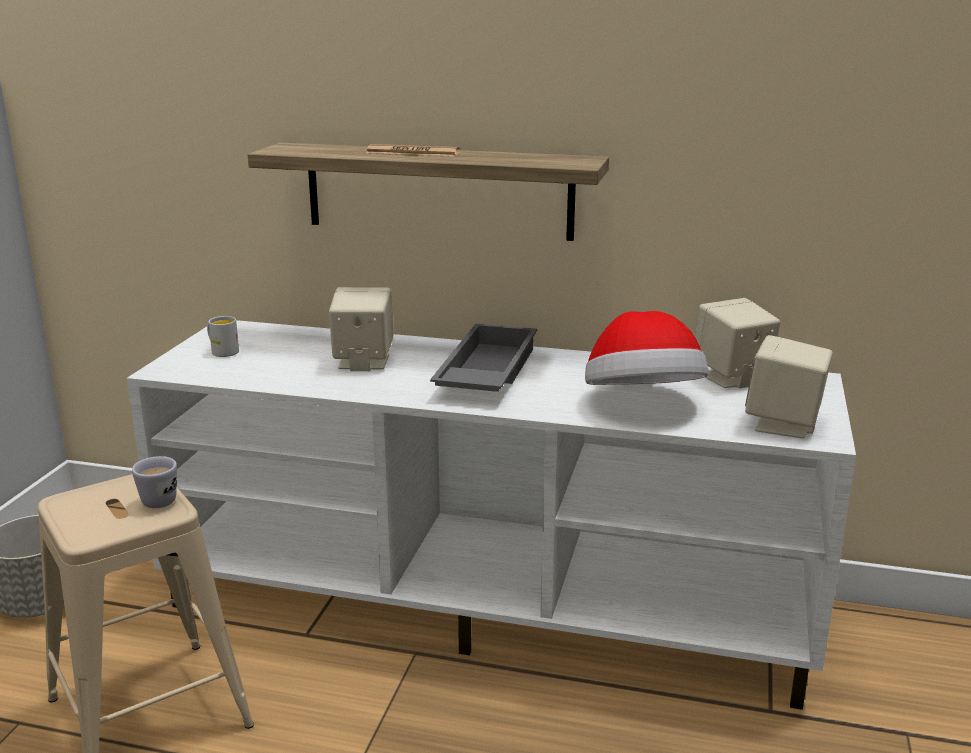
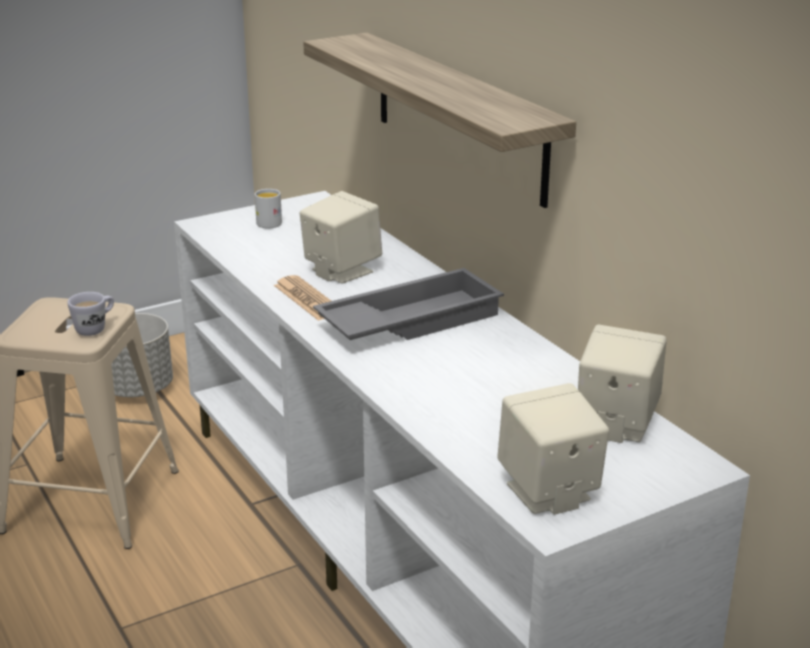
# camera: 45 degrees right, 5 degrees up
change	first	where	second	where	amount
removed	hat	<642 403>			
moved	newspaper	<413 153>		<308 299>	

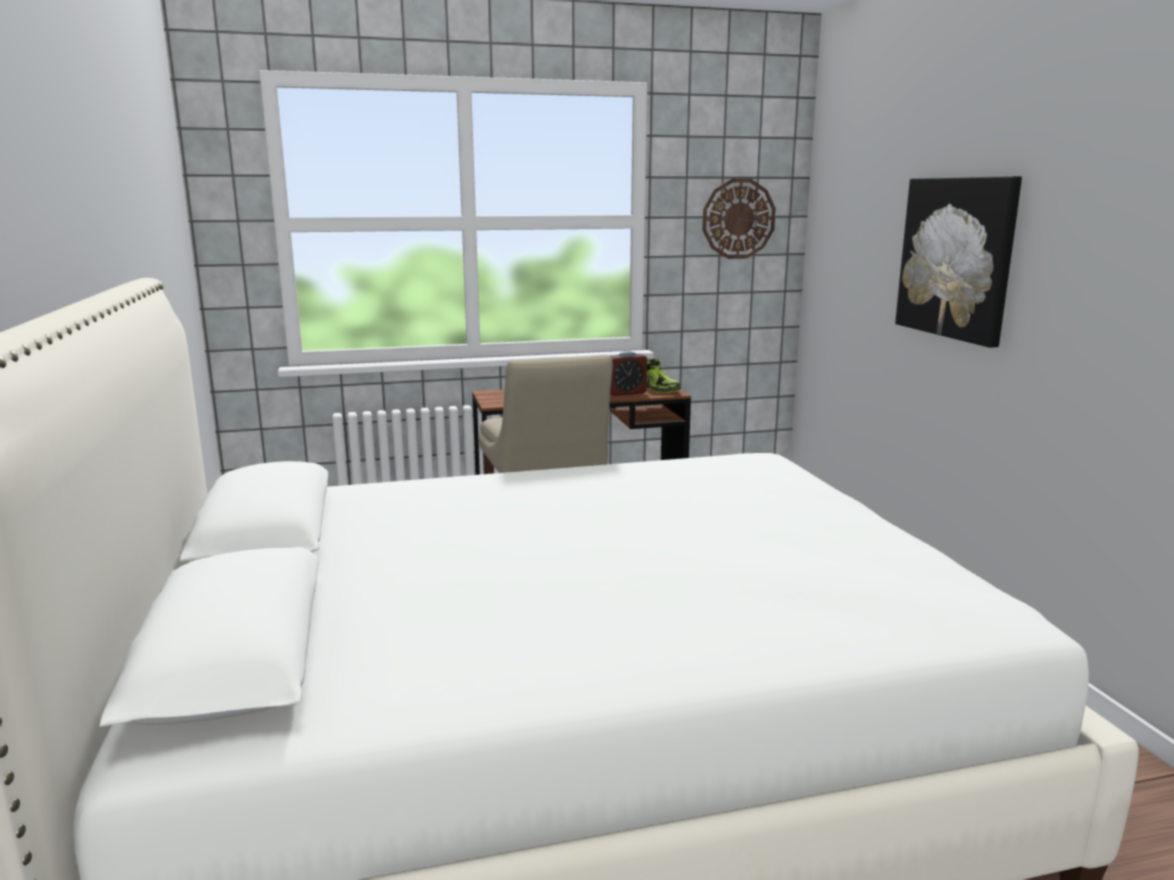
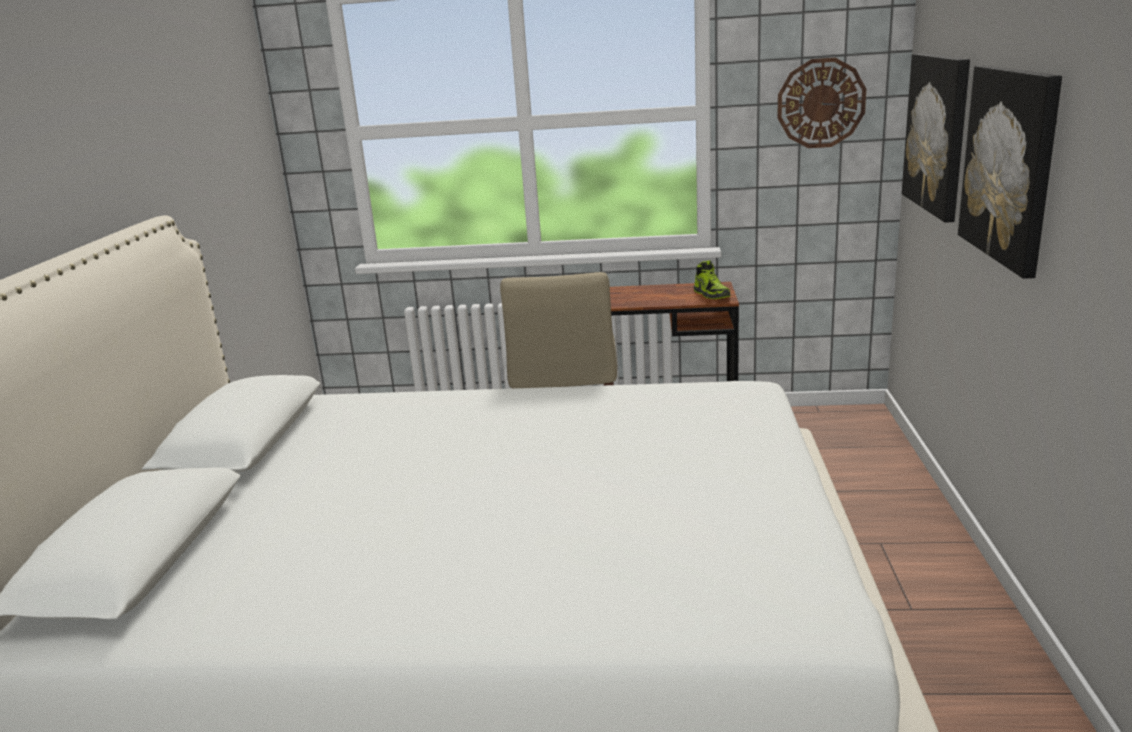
# camera: 20 degrees right, 5 degrees up
change	first	where	second	where	amount
removed	alarm clock	<625 393>			
added			picture	<937 133>	

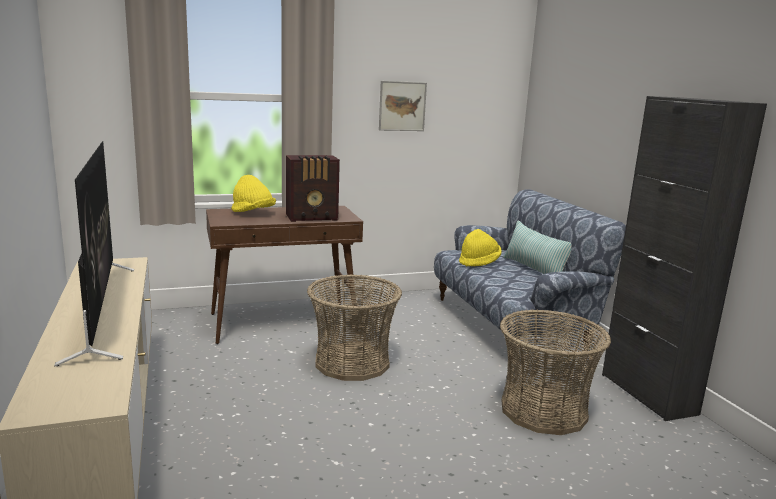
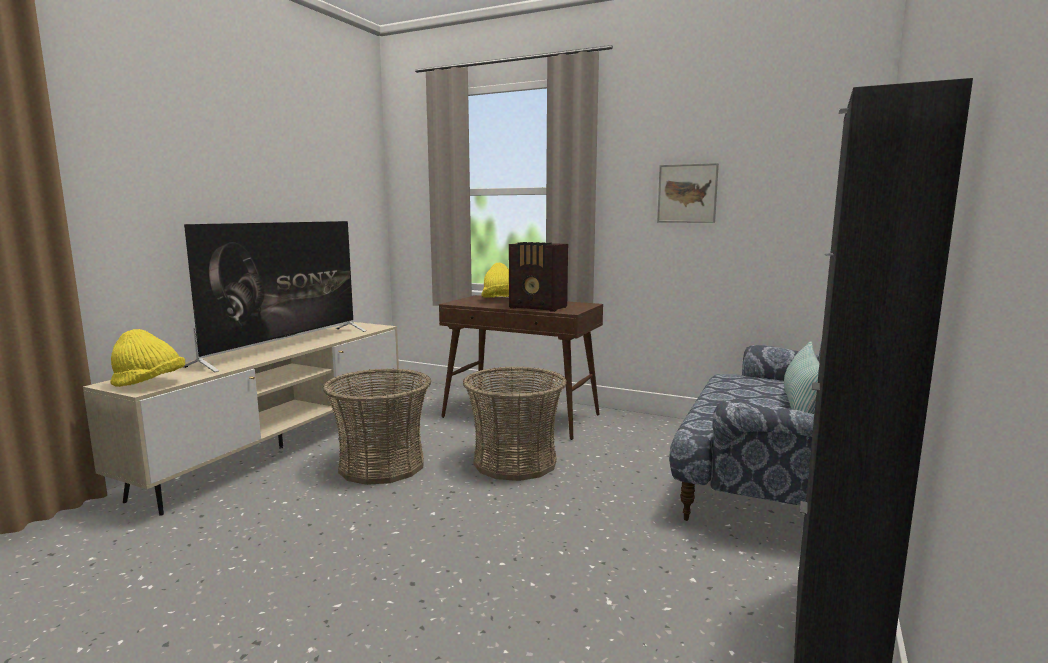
# camera: 45 degrees right, 5 degrees down
change	first	where	second	where	amount
moved	yellow hat	<479 262>		<149 384>	
moved	basket	<543 410>		<382 465>	

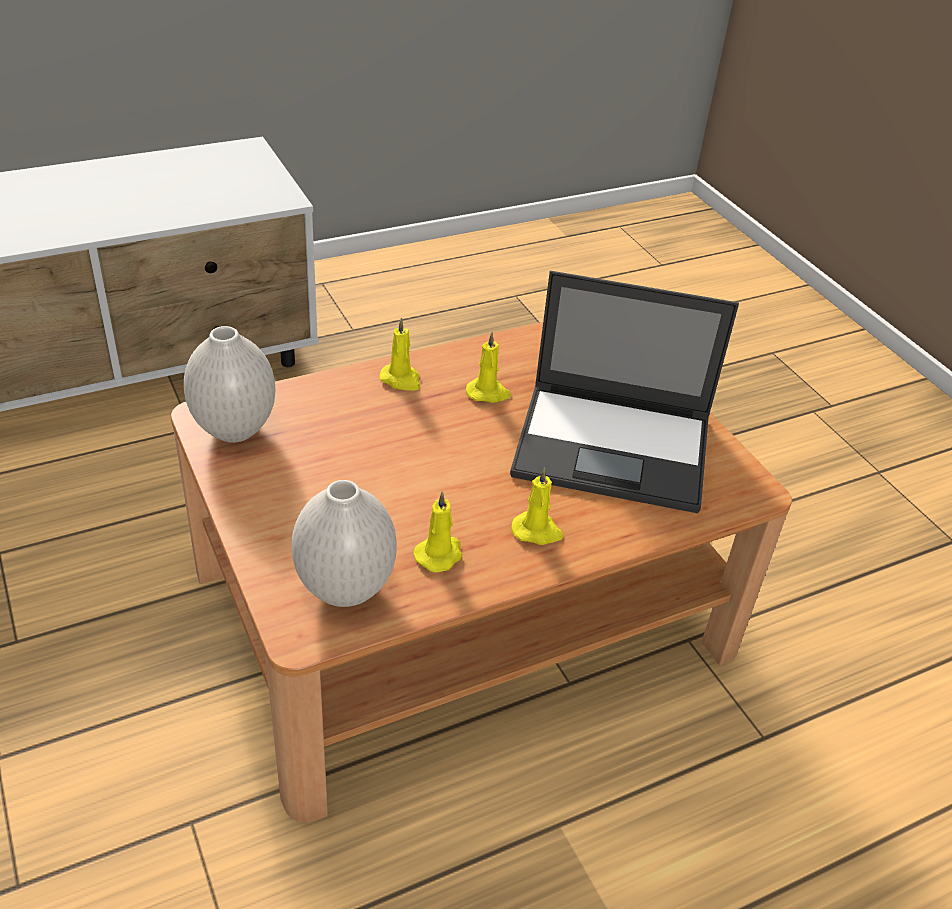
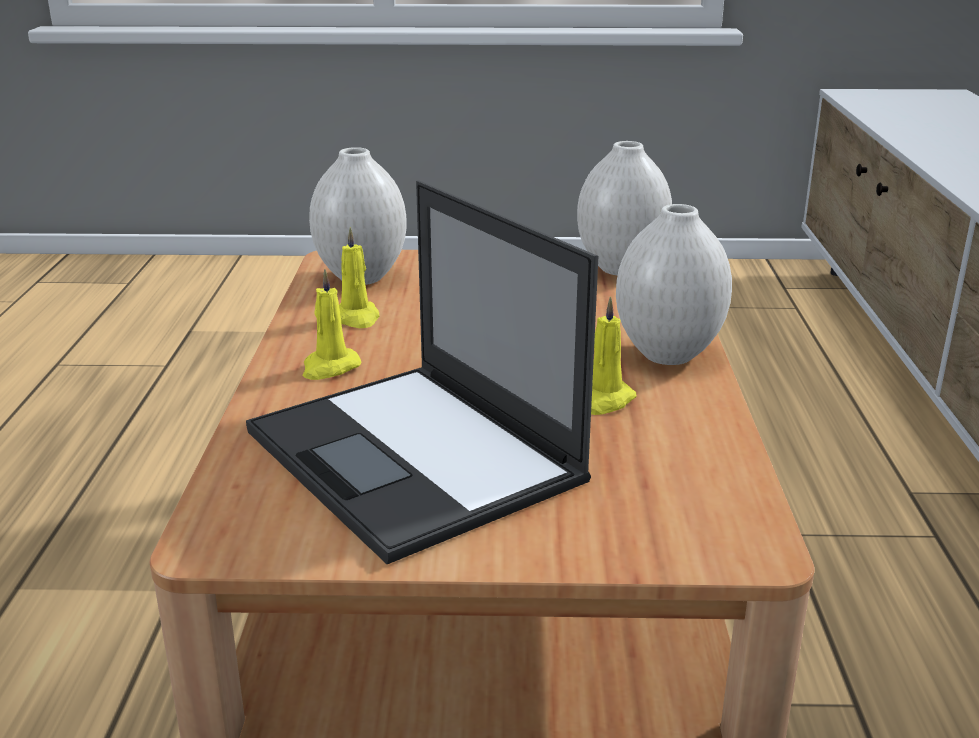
# camera: 120 degrees right, 15 degrees down
change	first	where	second	where	amount
replaced	yellow candle	<401 380>	white vase	<666 355>	
turned	laptop	<615 447>		<416 457>	75 degrees counterclockwise

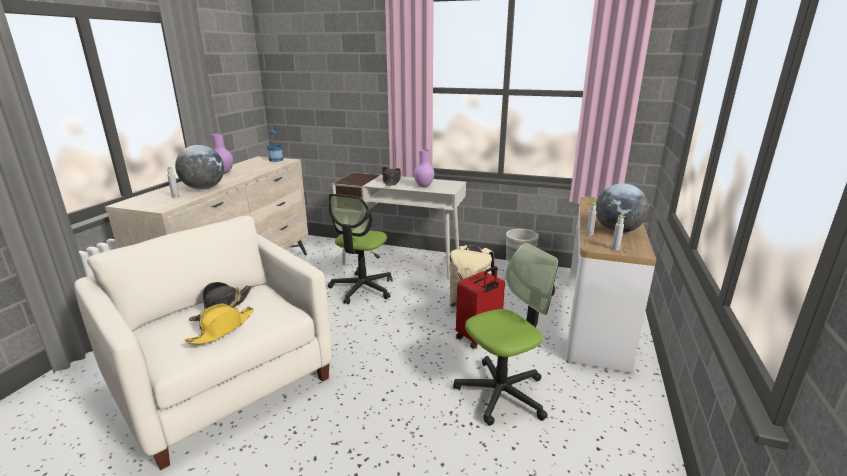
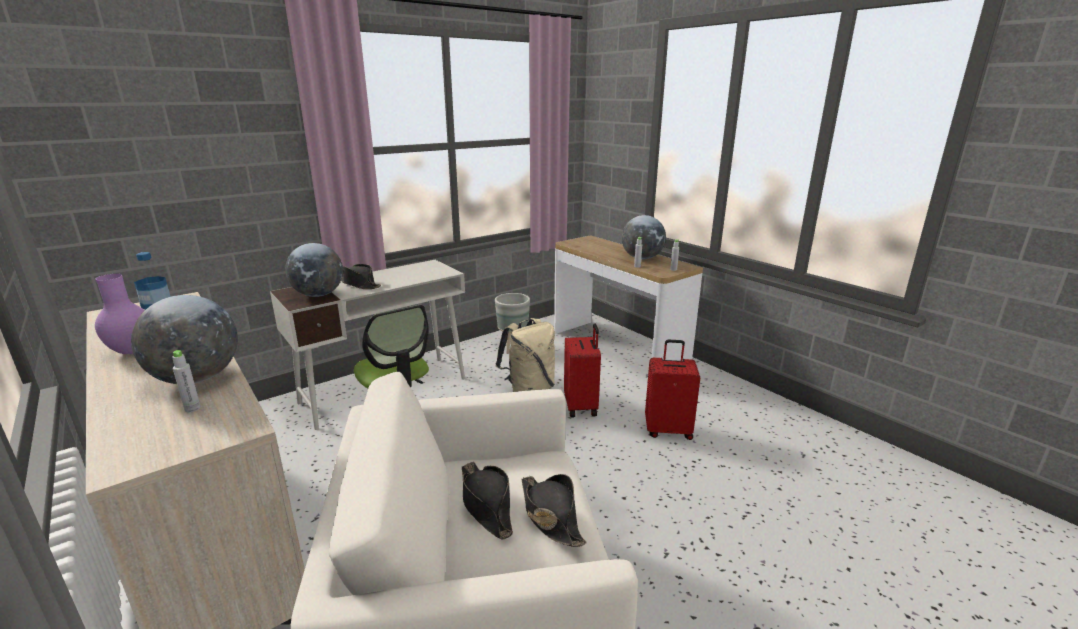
# camera: 55 degrees left, 0 degrees up
change	first	where	second	where	amount
removed	purple vase	<424 186>			
added			globe	<319 295>	
replaced	office chair	<502 393>	red suitcase	<668 430>	
recoloured	yellow hat	<222 329>	black hat	<550 515>	

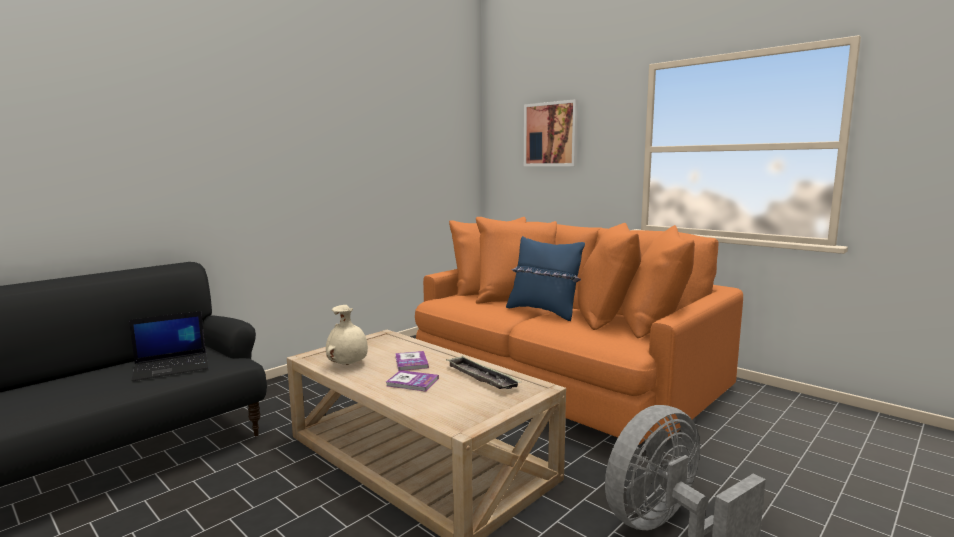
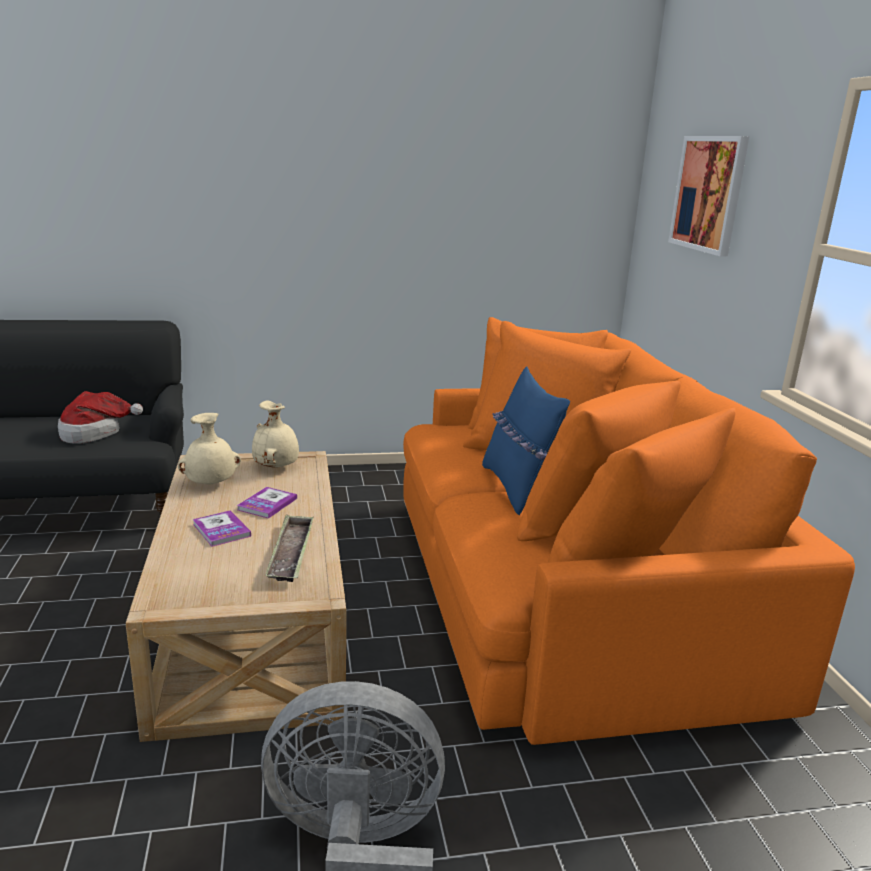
# camera: 35 degrees right, 10 degrees up
change	first	where	second	where	amount
added			beige vase	<277 467>	
replaced	laptop	<172 367>	hat	<95 433>	

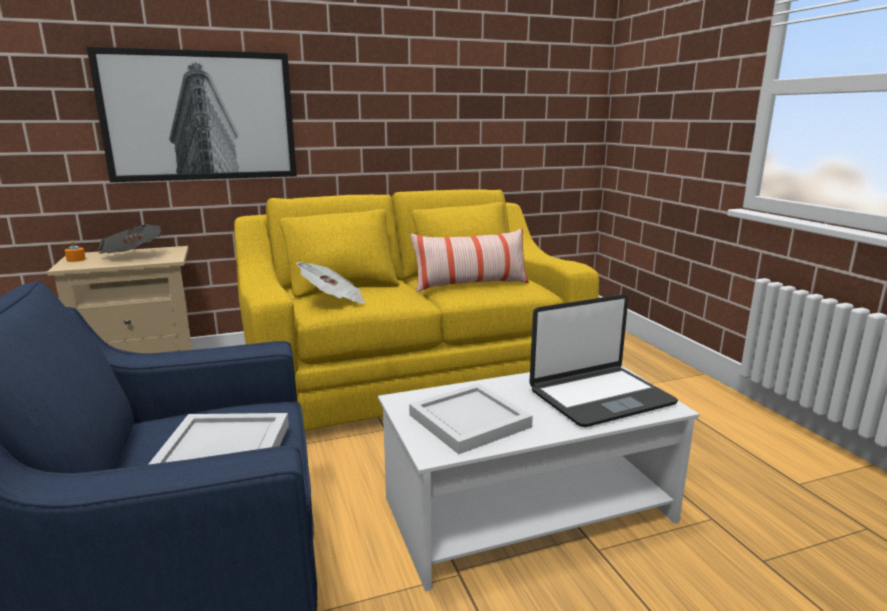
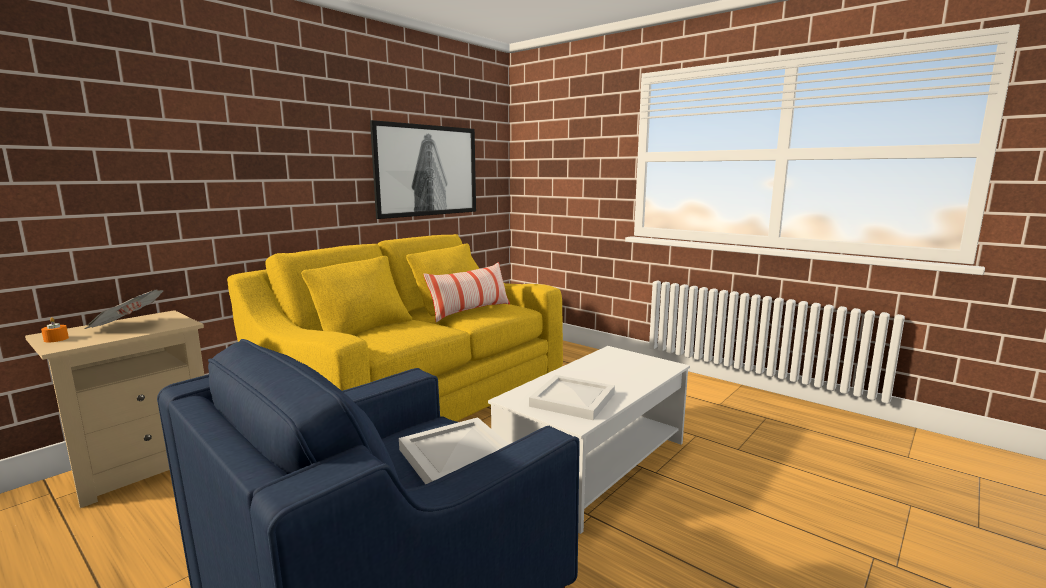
# camera: 30 degrees left, 5 degrees down
change	first	where	second	where	amount
removed	newspaper	<334 300>			
removed	laptop	<600 397>			
moved	picture	<200 116>		<427 170>	

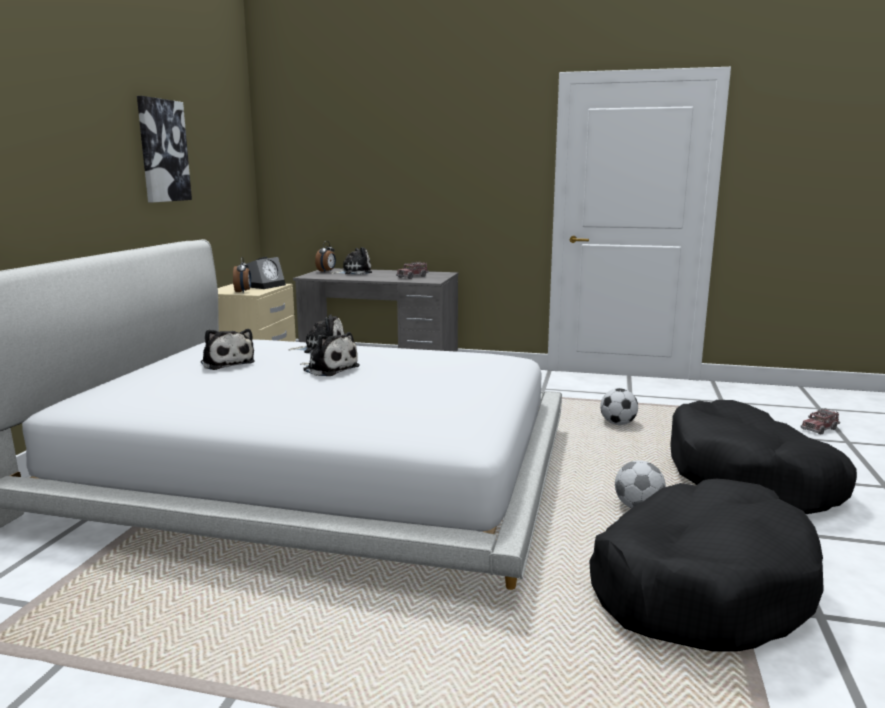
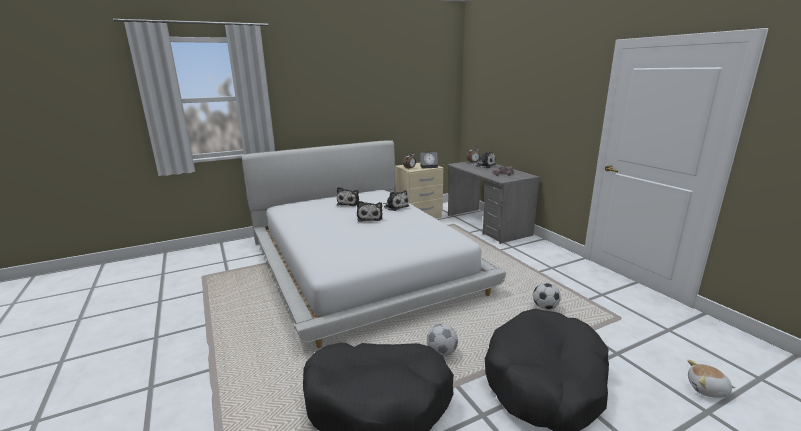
# camera: 50 degrees right, 5 degrees up
change	first	where	second	where	amount
removed	picture	<163 151>			
replaced	toy truck	<819 429>	plush toy	<707 389>	

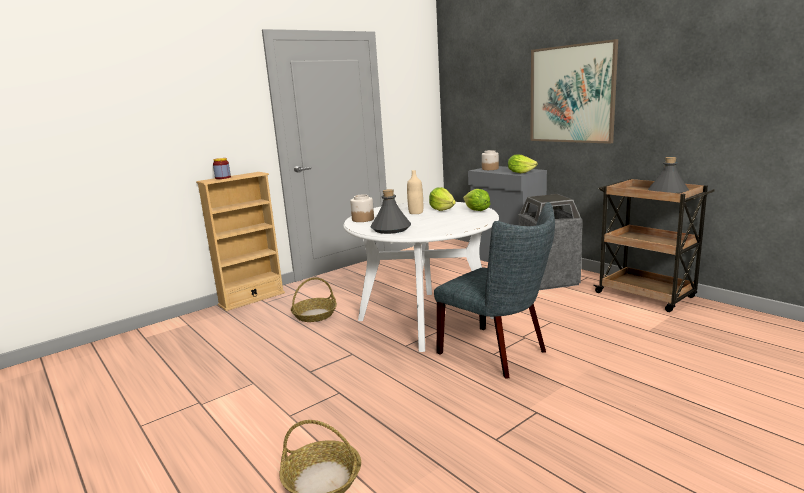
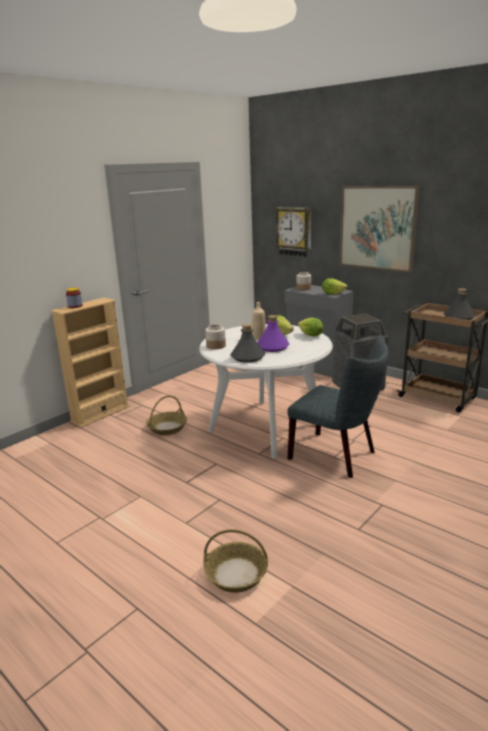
# camera: 10 degrees left, 5 degrees up
change	first	where	second	where	amount
added			purple bottle	<272 347>	
added			wall clock	<294 231>	

